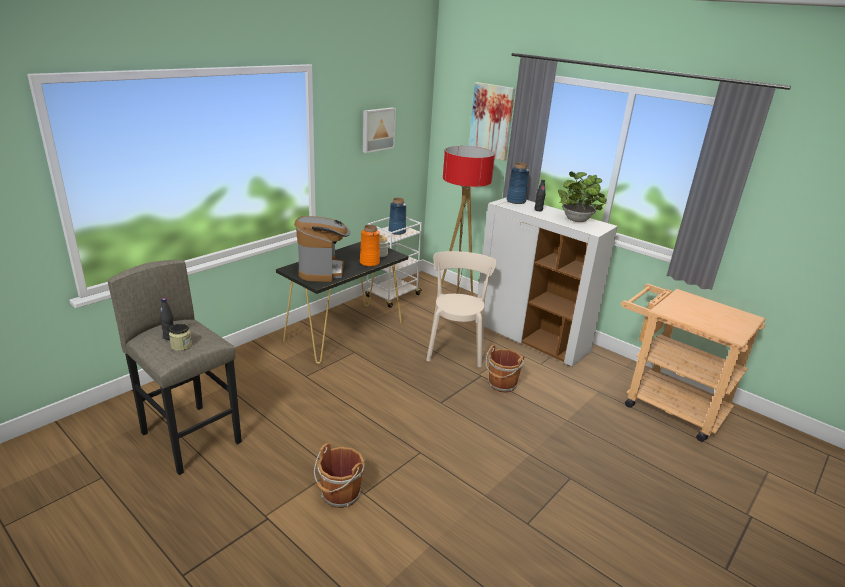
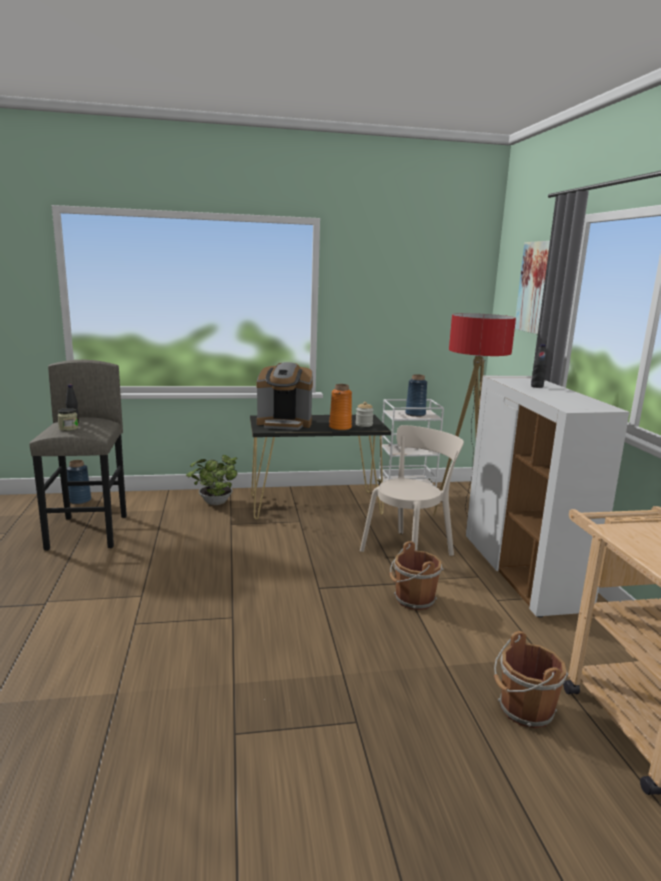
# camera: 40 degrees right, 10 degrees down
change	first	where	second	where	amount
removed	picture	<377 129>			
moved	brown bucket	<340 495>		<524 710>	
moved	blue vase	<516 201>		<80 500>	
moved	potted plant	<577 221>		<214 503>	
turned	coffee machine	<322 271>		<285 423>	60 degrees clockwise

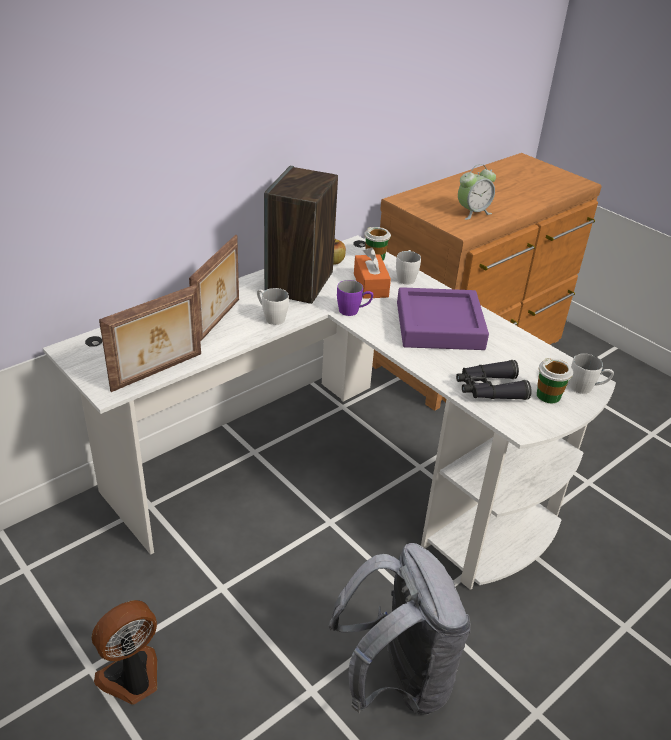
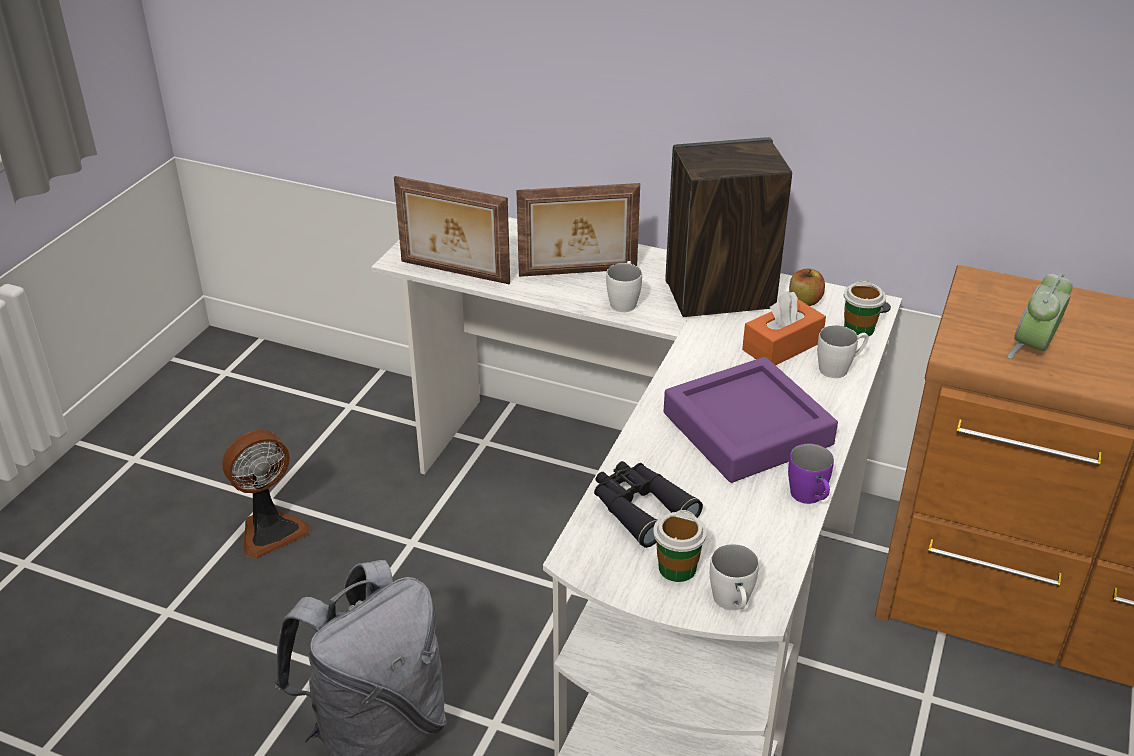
# camera: 65 degrees right, 0 degrees up
change	first	where	second	where	amount
moved	purple mug	<353 311>		<810 498>	
turned	fan	<132 678>		<270 530>	120 degrees clockwise
turned	alarm clock	<473 213>		<1033 348>	90 degrees clockwise

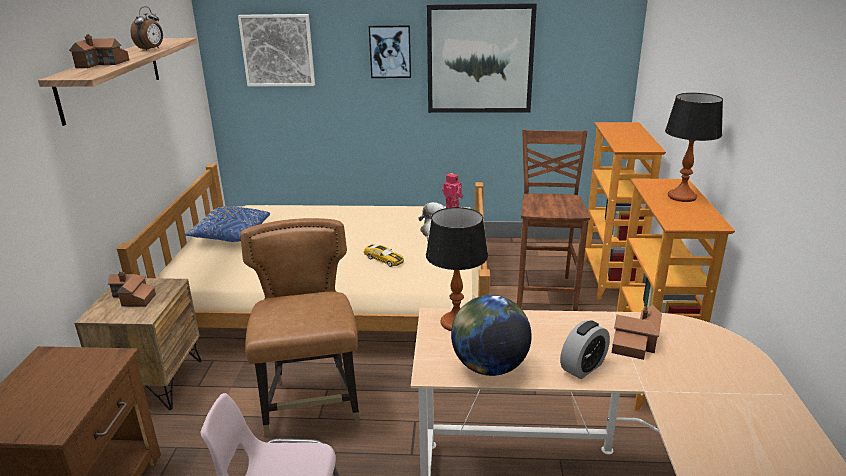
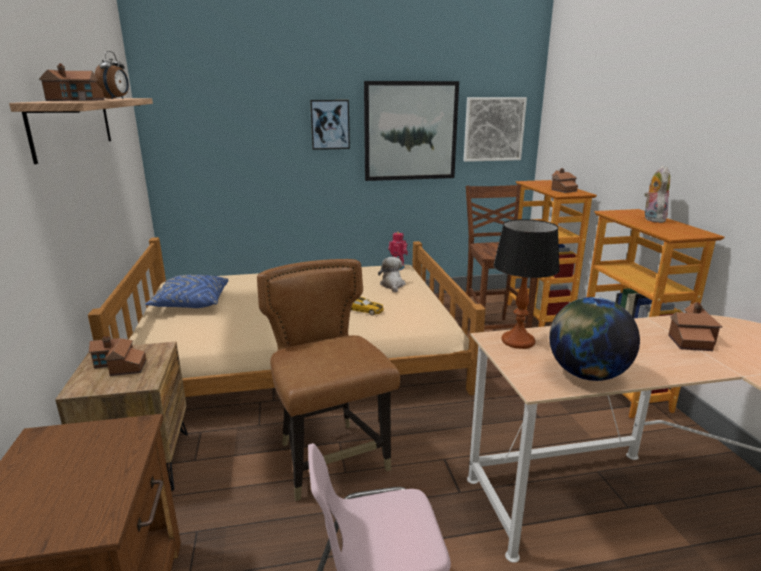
# camera: 15 degrees left, 5 degrees down
change	first	where	second	where	amount
removed	alarm clock	<583 367>			
added			toy house	<561 189>	
moved	picture	<278 50>		<493 129>	
replaced	table lamp	<682 197>	plush toy	<652 219>	

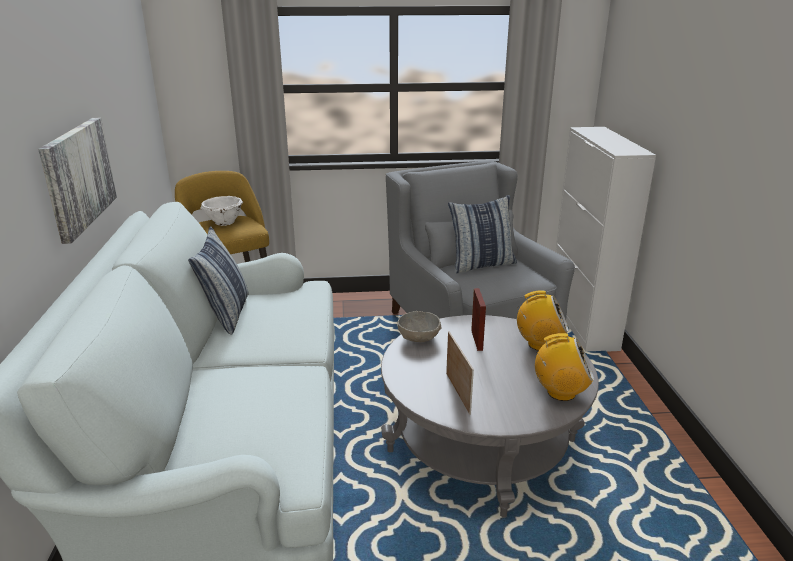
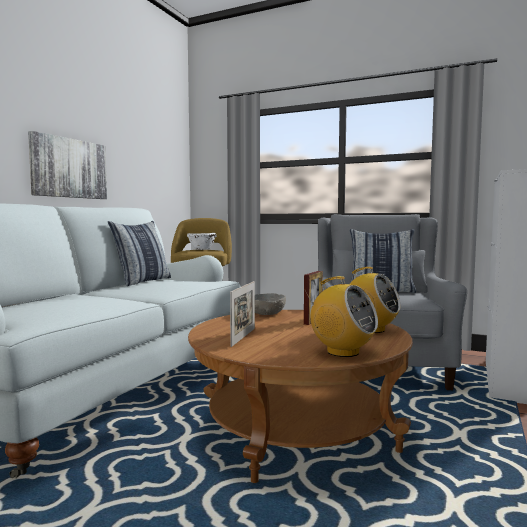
# camera: 30 degrees right, 20 degrees down
change	first	where	second	where	amount
recoloured	grey coffee table	<481 446>	brown coffee table	<297 430>	

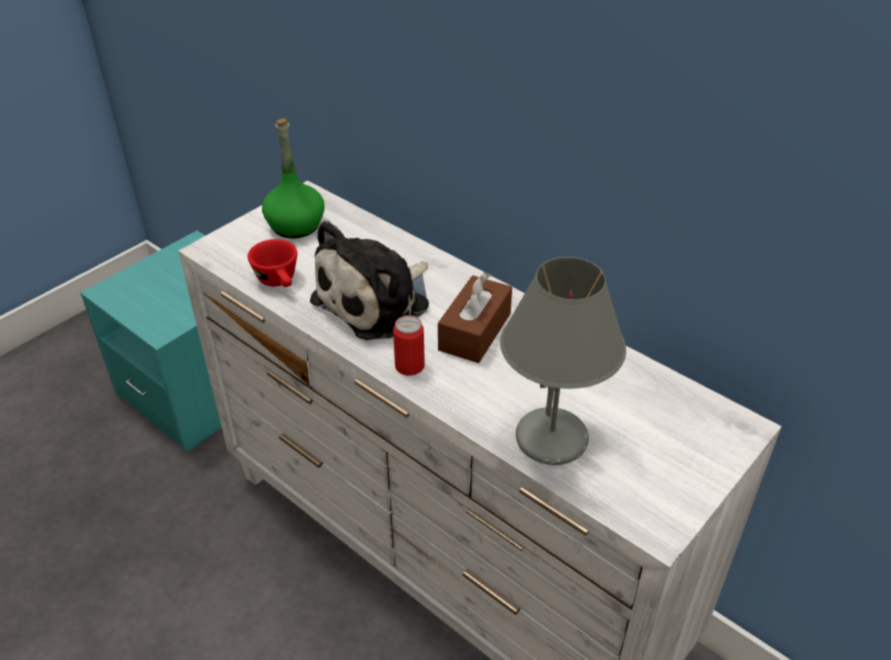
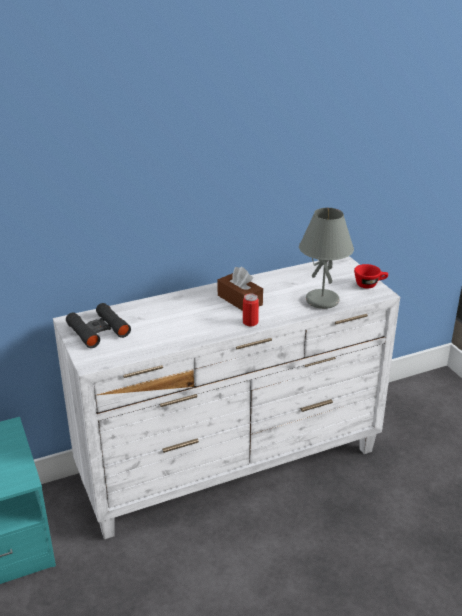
# camera: 65 degrees left, 10 degrees down
change	first	where	second	where	amount
removed	plush toy	<377 301>			
moved	red cup	<279 281>		<370 284>	
replaced	green bottle	<295 226>	black binoculars	<98 330>	

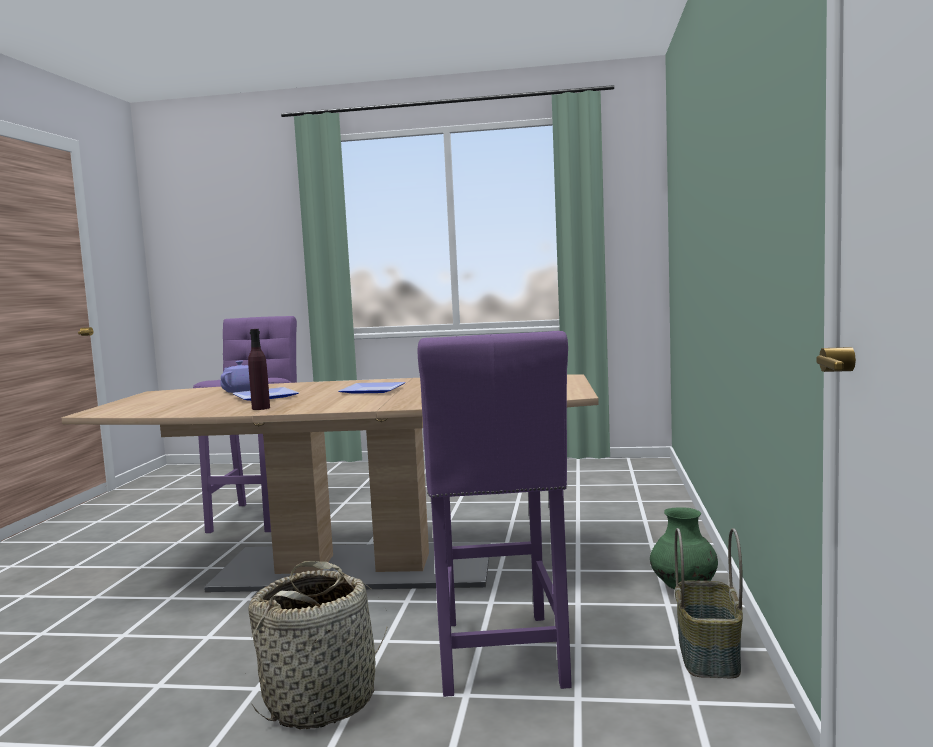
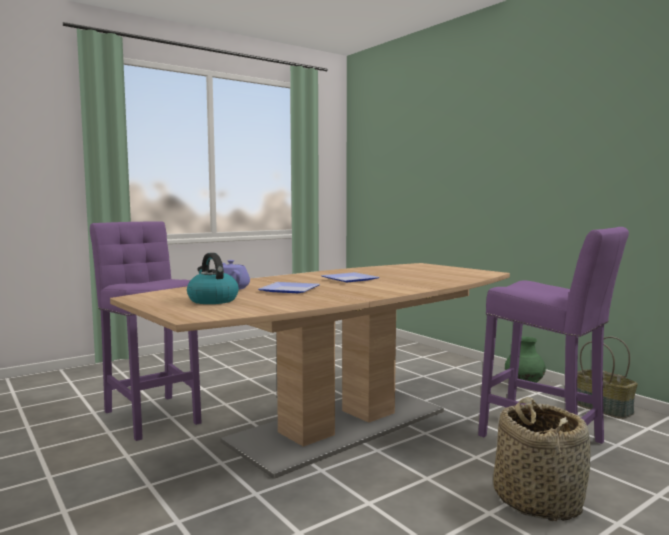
# camera: 45 degrees left, 0 degrees up
change	first	where	second	where	amount
removed	purple bottle	<261 408>			
added			kettle	<212 300>	

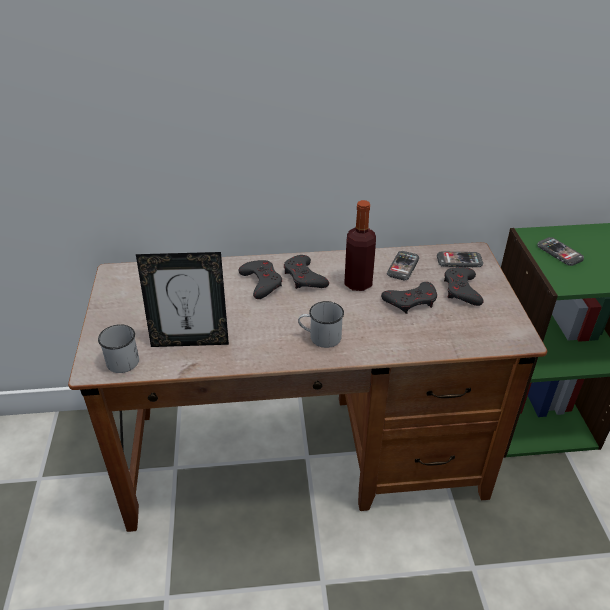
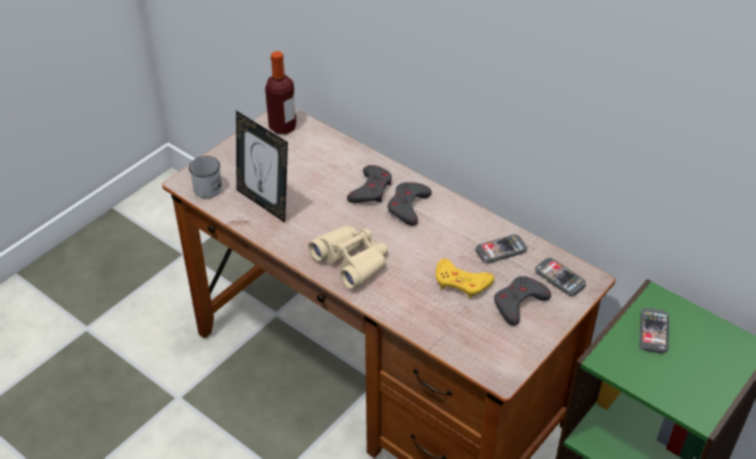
# camera: 45 degrees right, 5 degrees up
change	first	where	second	where	amount
moved	bottle	<358 283>		<282 127>	
replaced	white mug	<320 337>	beige binoculars	<352 261>	
recoloured	grey game controller	<411 301>	yellow game controller	<462 282>	

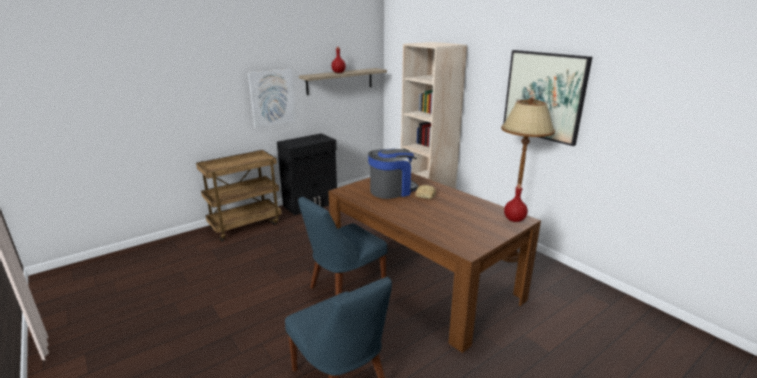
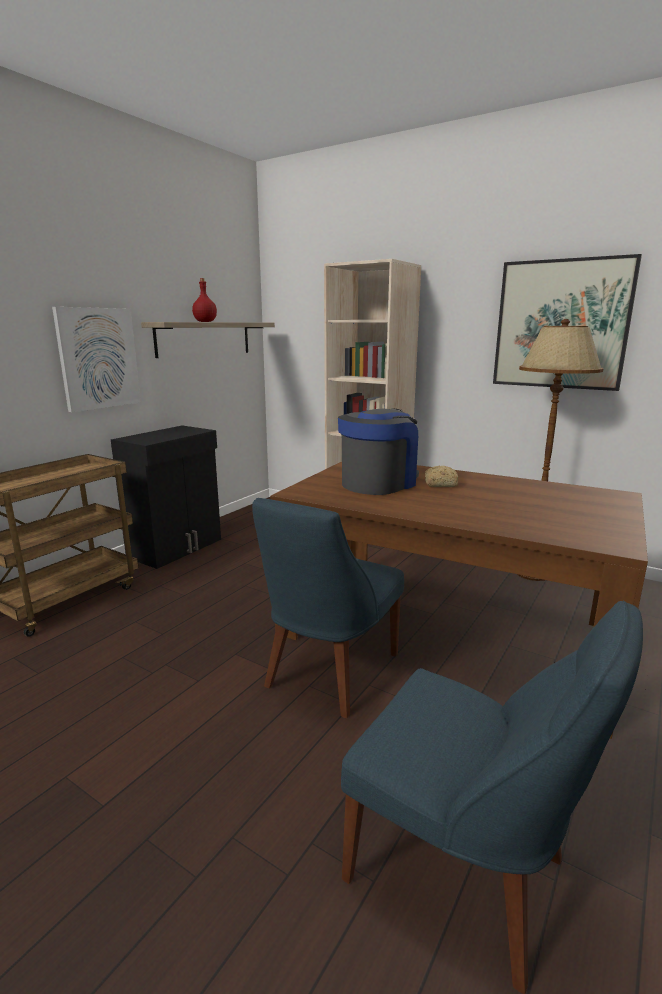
# camera: 20 degrees left, 5 degrees down
change	first	where	second	where	amount
removed	red bottle	<514 219>			

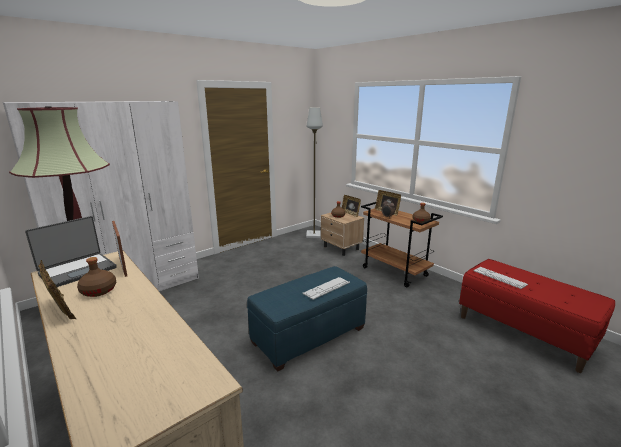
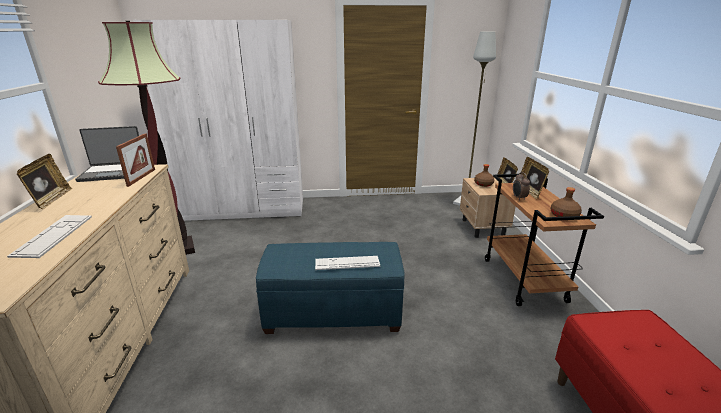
# camera: 35 degrees right, 5 degrees up
change	first	where	second	where	amount
removed	brown bottle	<99 290>			
moved	keyboard	<499 278>		<54 236>	

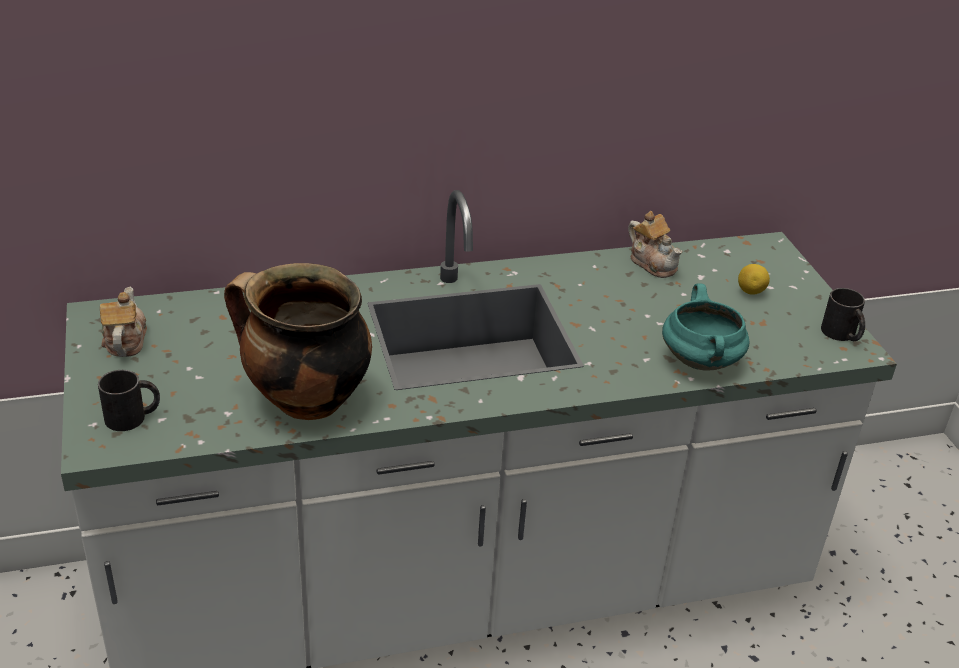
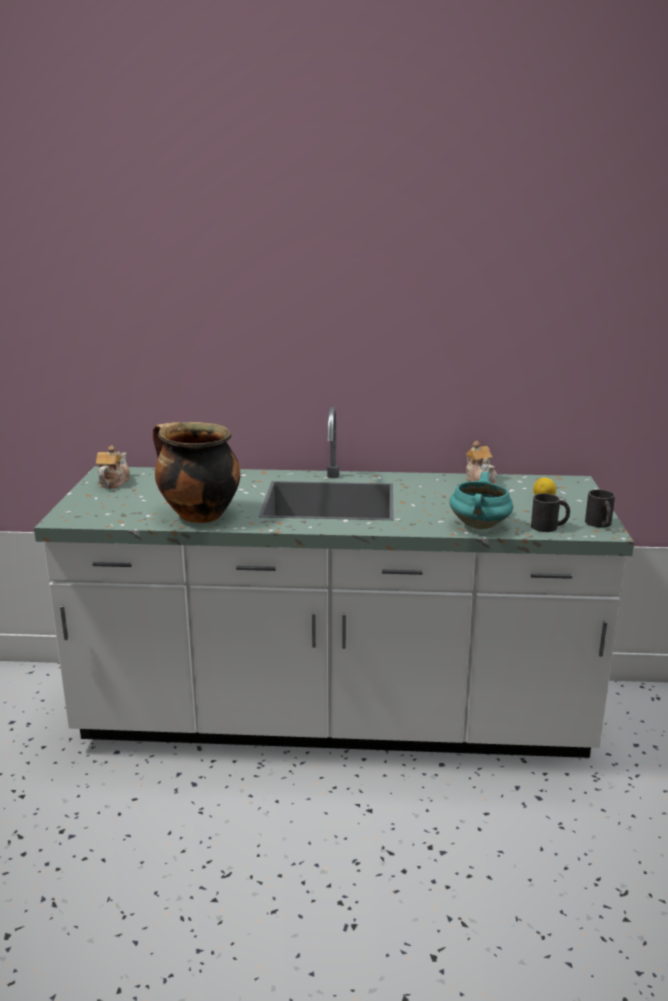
# camera: 20 degrees right, 15 degrees down
change	first	where	second	where	amount
moved	black mug	<133 417>		<549 527>	

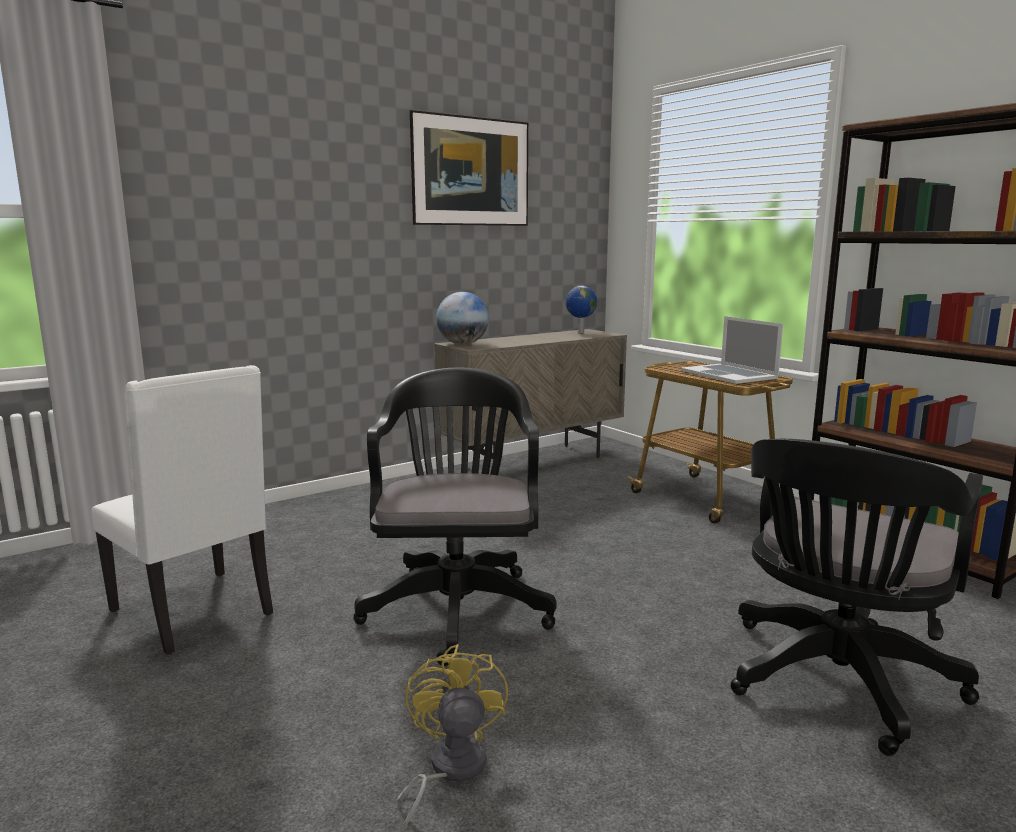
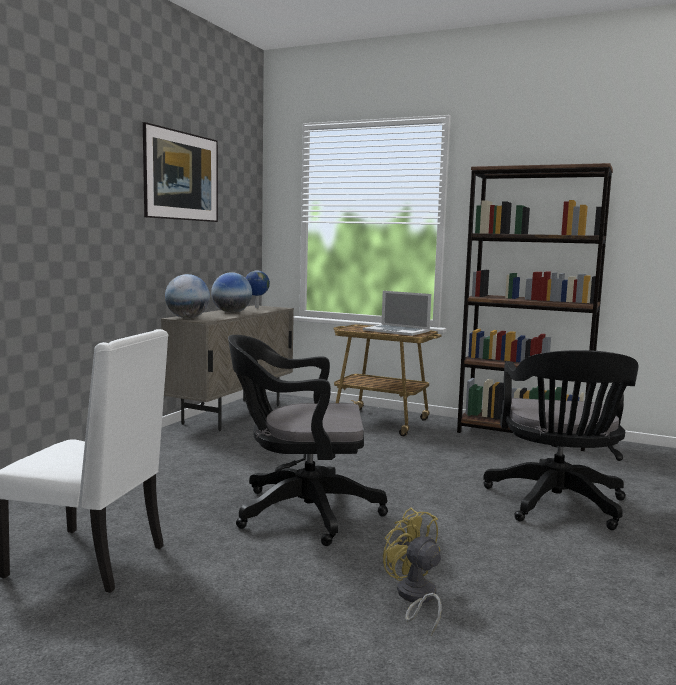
# camera: 30 degrees left, 5 degrees down
change	first	where	second	where	amount
added			globe	<231 312>	
turned	black office chair	<457 605>		<300 512>	60 degrees counterclockwise

